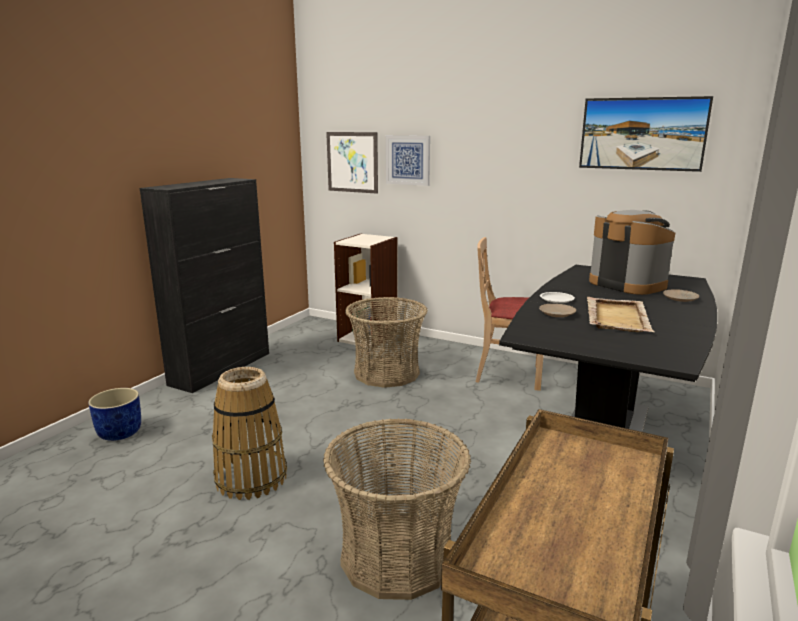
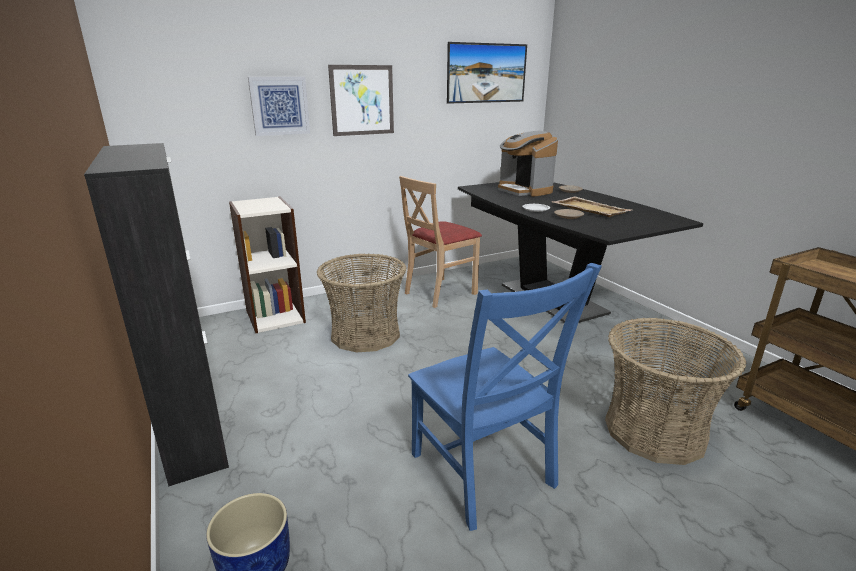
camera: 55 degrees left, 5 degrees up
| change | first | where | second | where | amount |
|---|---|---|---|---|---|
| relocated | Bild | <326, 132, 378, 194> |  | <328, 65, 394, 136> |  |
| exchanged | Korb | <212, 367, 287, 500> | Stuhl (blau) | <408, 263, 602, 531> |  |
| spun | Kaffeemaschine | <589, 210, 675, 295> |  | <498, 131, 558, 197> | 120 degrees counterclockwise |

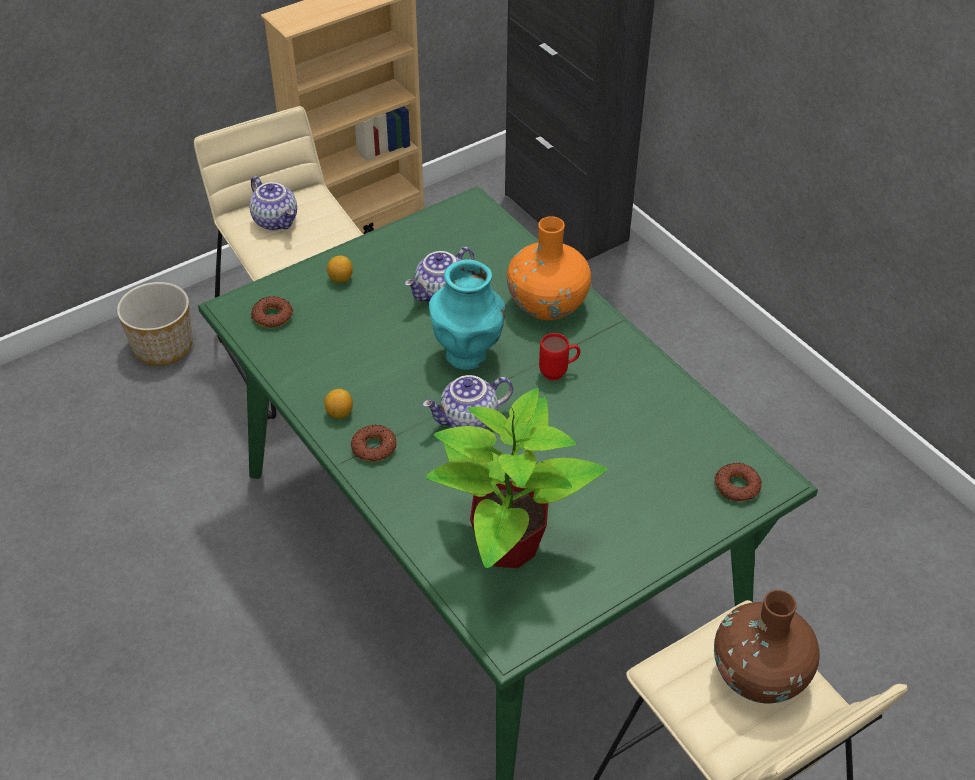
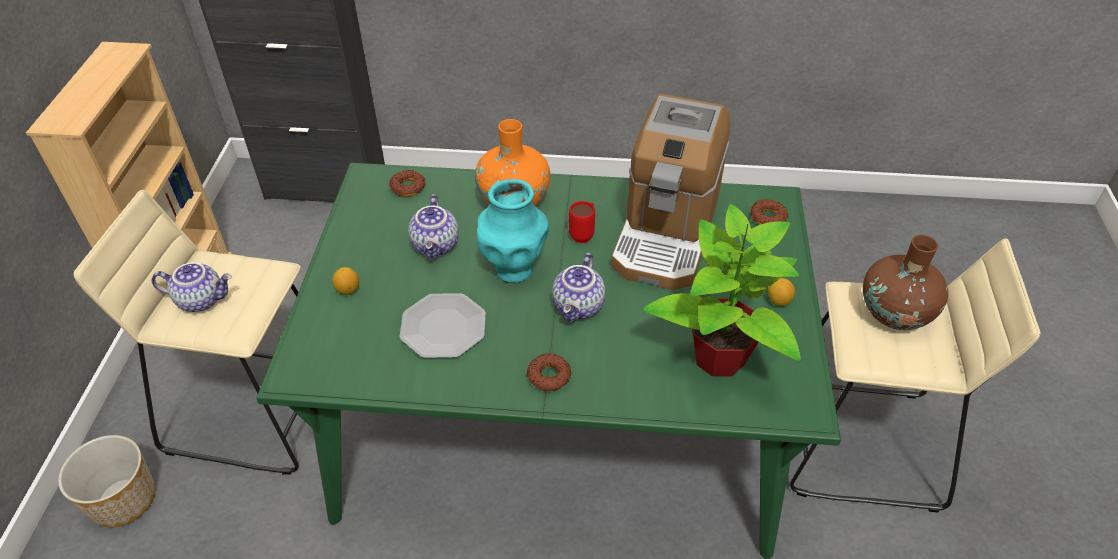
camera: 50 degrees left, 0 degrees up
| change | first | where | second | where | amount |
|---|---|---|---|---|---|
| relocated | Donut | <251, 296, 293, 328> |  | <389, 170, 425, 197> |  |
| appeared |  |  | Teller | <400, 293, 486, 358> |  |
| appeared |  |  | Kaffeemaschine | <611, 94, 730, 290> |  |
| relocated | Zitrone | <324, 389, 353, 419> |  | <768, 278, 795, 306> |  |

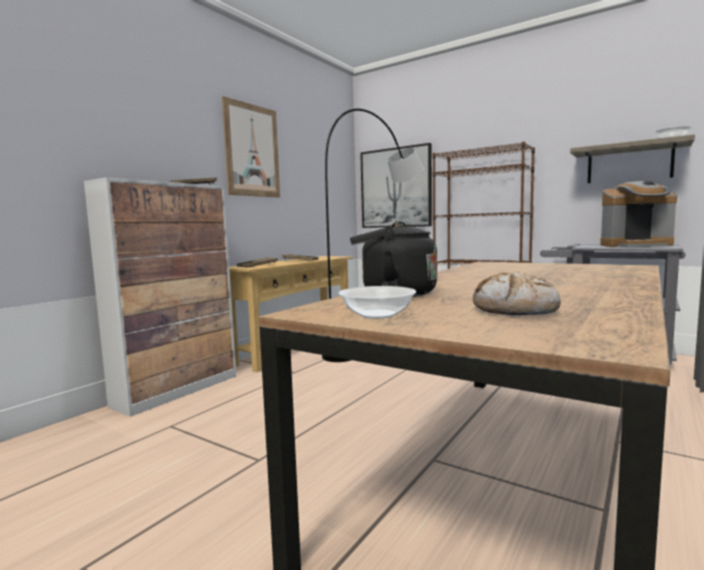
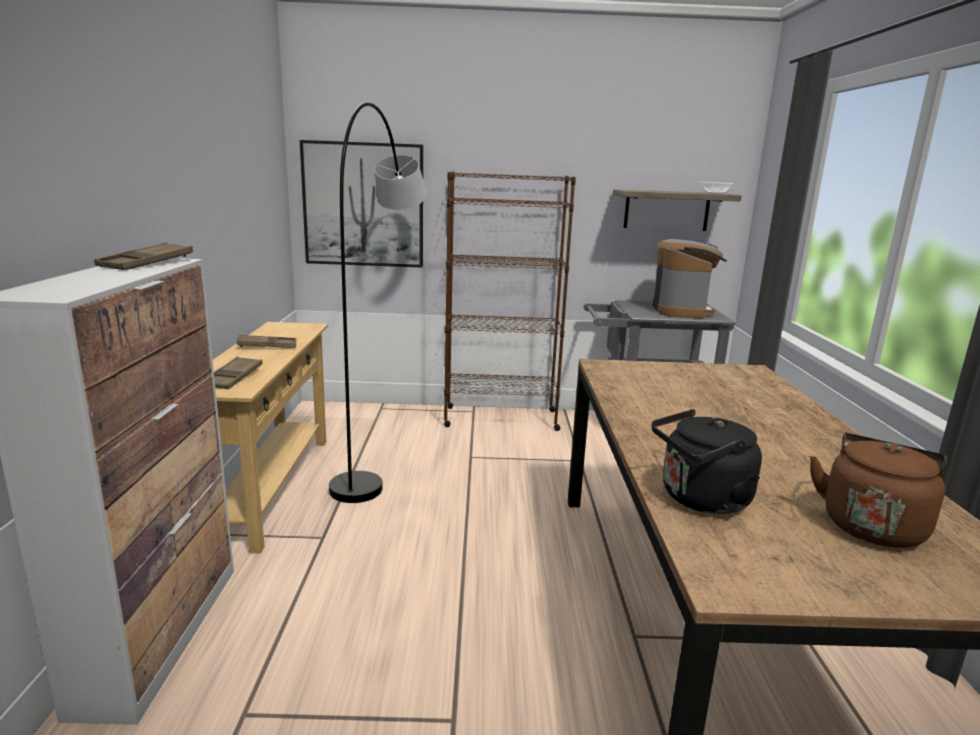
camera: 35 degrees left, 10 degrees up
| change | first | where | second | where | amount |
|---|---|---|---|---|---|
| spun | Kaffeemaschine | <600, 181, 677, 247> |  | <652, 239, 727, 318> | 60 degrees counterclockwise |
| exchanged | Brot | <473, 271, 561, 315> | Wasserkessel (braun) | <810, 433, 947, 548> |  |
| missing | Bild | <222, 96, 280, 198> |  |  |  |
| missing | Schüssel | <339, 286, 416, 319> |  |  |  |

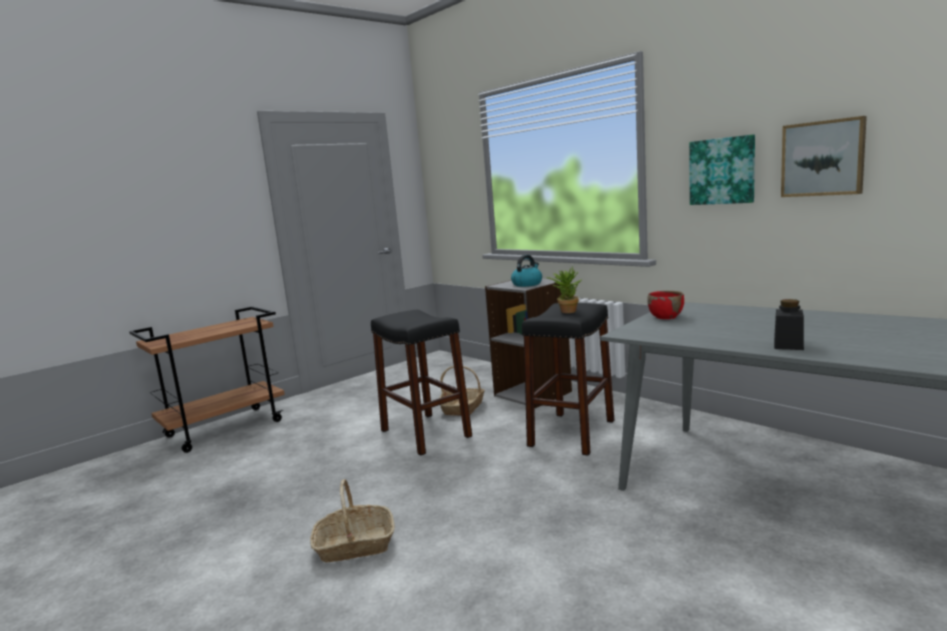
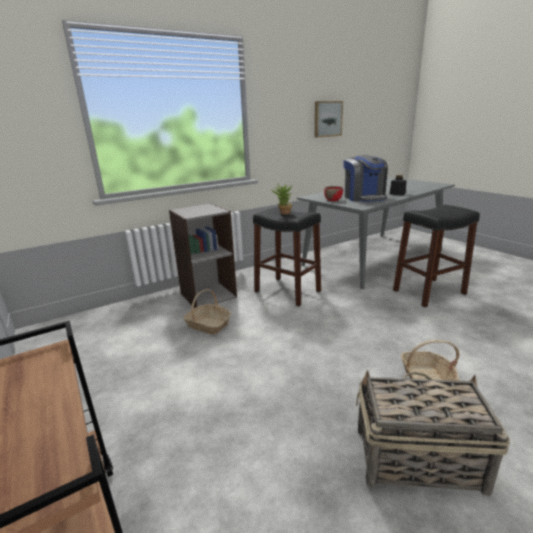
camera: 80 degrees left, 10 degrees up
| change | first | where | second | where | amount |
|---|---|---|---|---|---|
| appeared |  |  | Kaffeemaschine | <343, 155, 388, 202> |  |
| appeared |  |  | Korb | <356, 370, 510, 496> |  |
| relocated | Hocker (schwarz) | <371, 310, 472, 456> |  | <393, 205, 480, 307> |  |
| missing | Wasserkessel | <511, 255, 542, 287> |  |  |  |
| missing | Bild | <689, 135, 755, 205> |  |  |  |

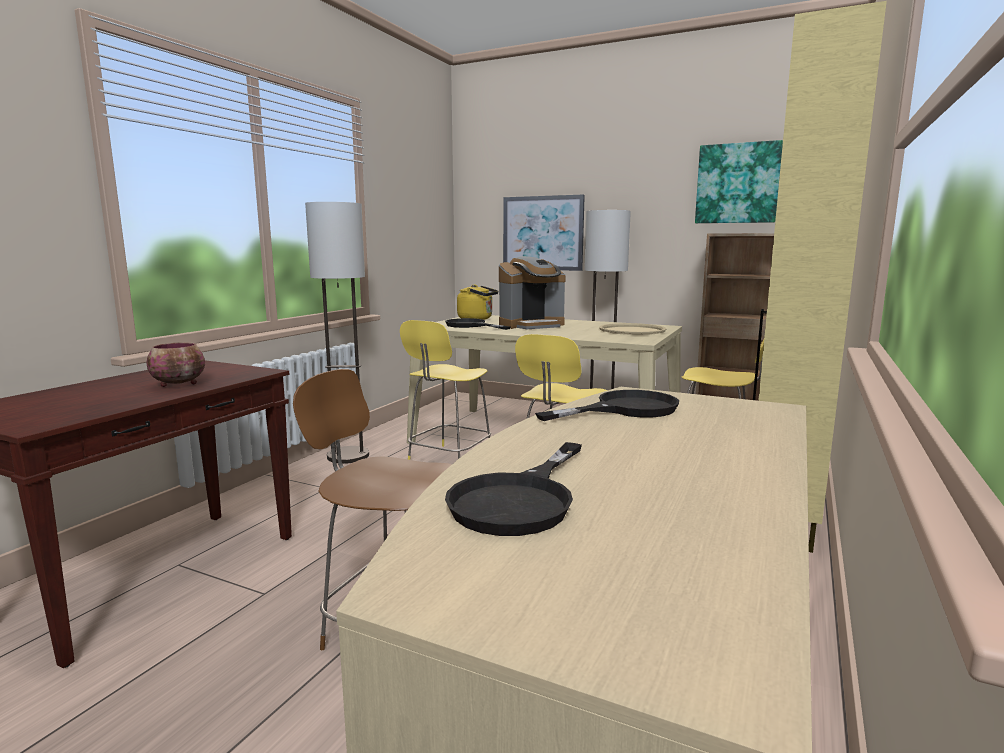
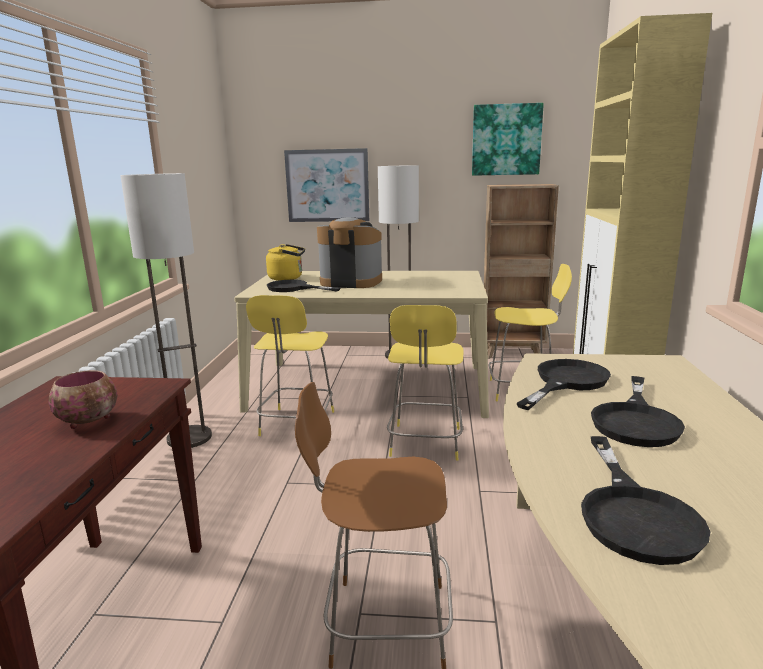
camera: 20 degrees left, 5 degrees up
| change | first | where | second | where | amount |
|---|---|---|---|---|---|
| spun | Kaffeemaschine | <499, 256, 566, 329> |  | <317, 217, 382, 288> | 120 degrees counterclockwise |
| appeared |  |  | Pfanne (schwarz) | <591, 376, 685, 447> |  |
| missing | Tablett (beige) | <599, 323, 666, 335> |  |  |  |

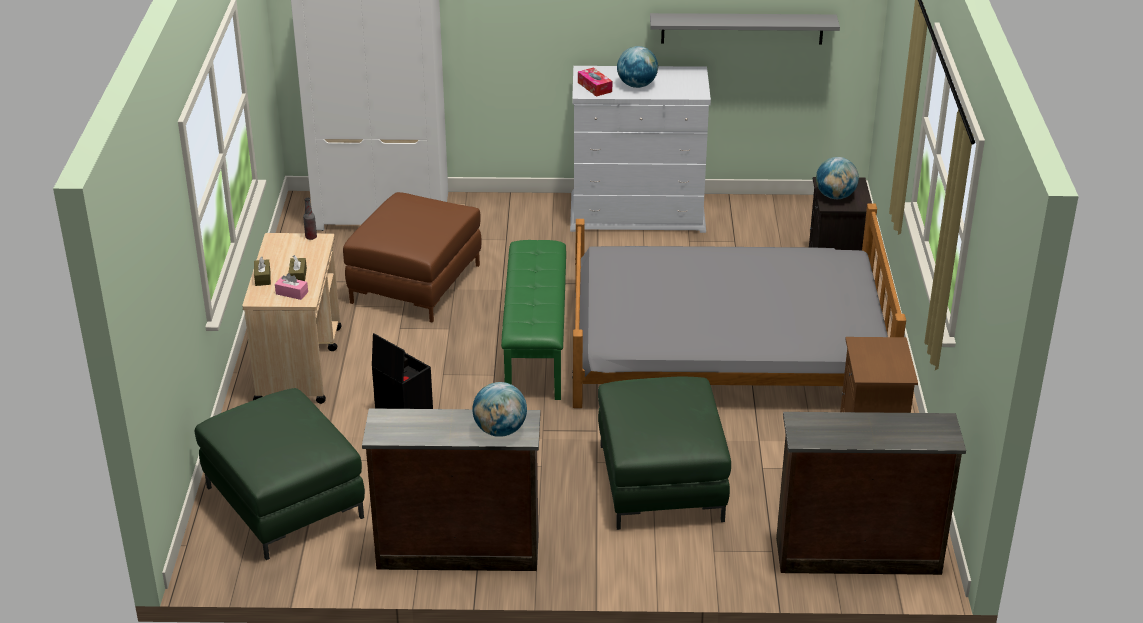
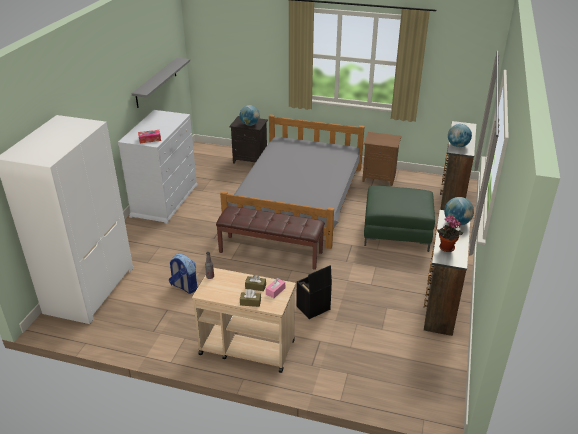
camera: 75 degrees left, 0 degrees up
| change | first | where | second | where | amount |
|---|---|---|---|---|---|
| exchanged | Polsterhocker (braun) | <343, 192, 482, 323> | Rucksack | <169, 254, 198, 294> |  |
| colour | Bank (grün) | <501, 240, 566, 400> | Bank (braun) | <216, 206, 325, 270> |  |
| appeared |  |  | Topfpflanze | <437, 216, 463, 252> |  |
| relocated | Globus | <617, 46, 658, 88> |  | <448, 124, 472, 147> |  |
| missing | Polsterhocker (grün) | <195, 388, 365, 560> |  |  |  |

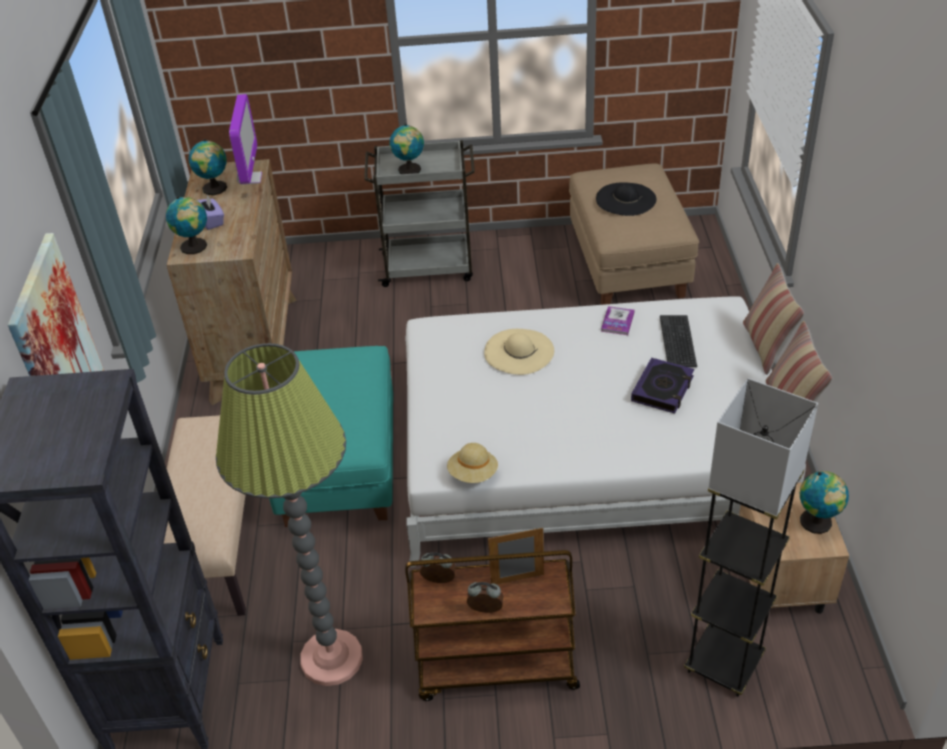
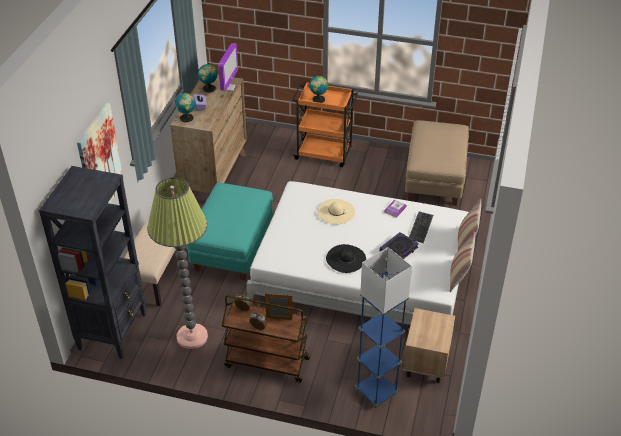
camera: 15 degrees right, 0 degrees up
| change | first | where | second | where | amount |
|---|---|---|---|---|---|
| colour | Rollwagen (grau) | <364, 140, 475, 287> | Rollwagen (orange) | <292, 82, 358, 167> |  |
| relocated | Hut (schwarz) | <596, 182, 657, 216> |  | <326, 244, 366, 273> |  |
| colour | Stehlampe (grau) | <684, 378, 818, 697> | Stehlampe (blau) | <355, 247, 412, 408> |  |
| missing | Hut (beige) | <447, 443, 498, 483> |  |  |  |
| missing | Globus | <800, 471, 849, 534> |  |  |  |

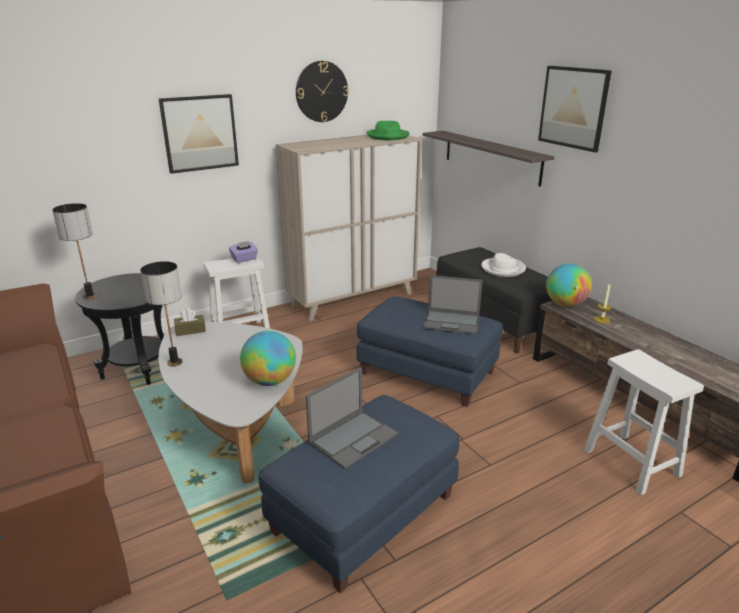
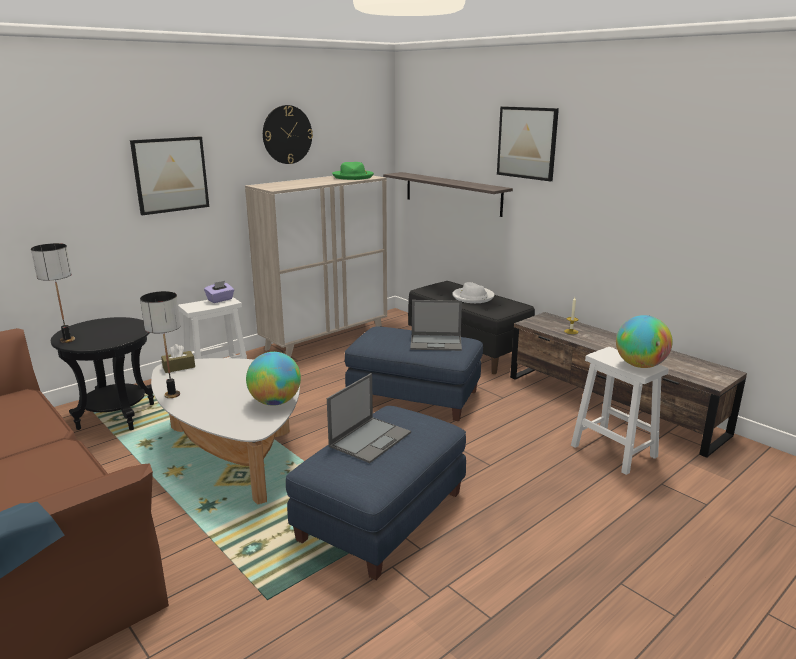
camera: 10 degrees left, 5 degrees down
| change | first | where | second | where | amount |
|---|---|---|---|---|---|
| relocated | Globus | <546, 263, 592, 307> |  | <616, 315, 673, 368> |  |

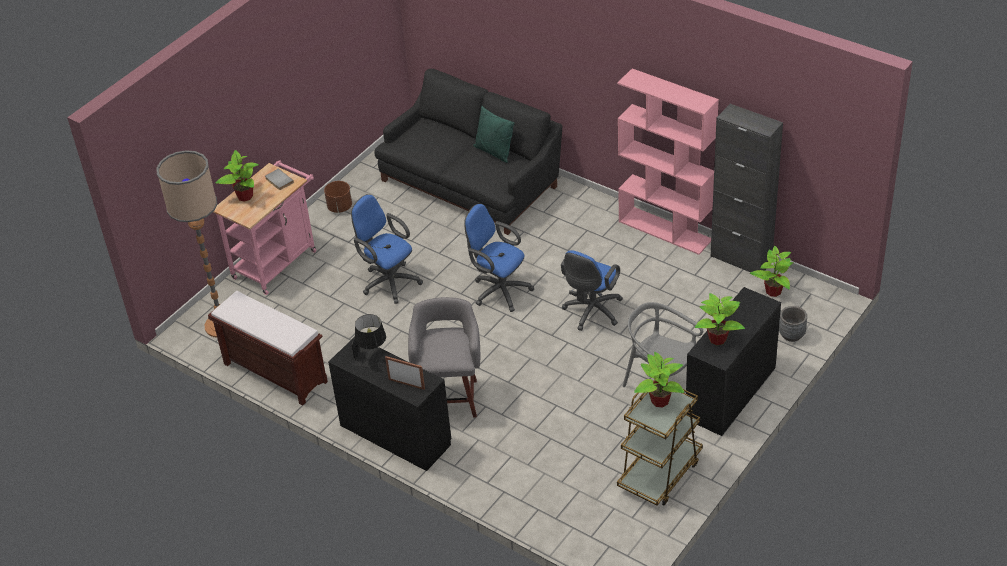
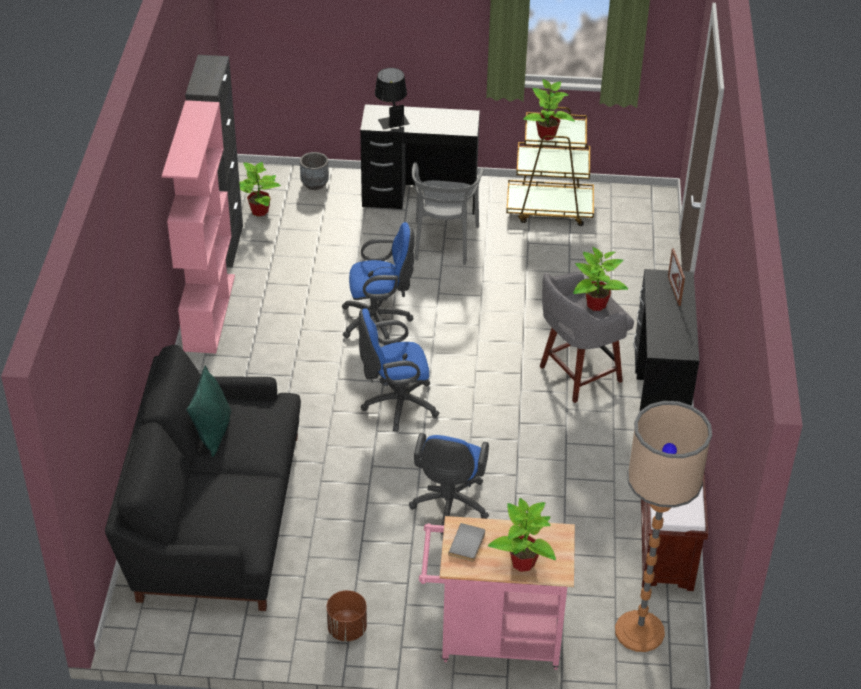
camera: 125 degrees left, 0 degrees up
| change | first | where | second | where | amount |
|---|---|---|---|---|---|
| spun | Bürostuhl (blau) | <464, 204, 534, 312> |  | <358, 309, 439, 432> | 75 degrees clockwise |
| relocated | Tischlampe (schwarz) | <352, 314, 386, 368> |  | <375, 68, 410, 129> |  |
| relocated | Topfpflanze | <695, 293, 745, 345> |  | <573, 247, 628, 311> |  |

